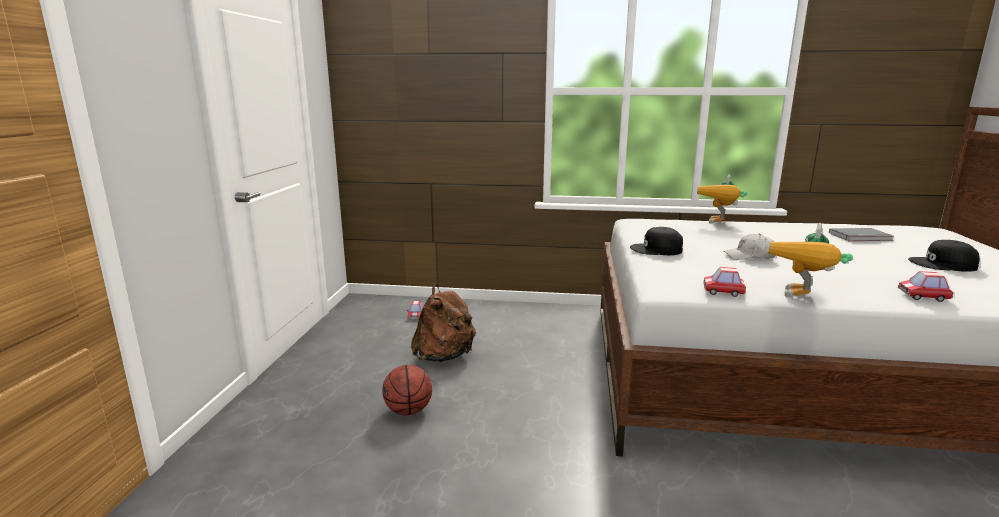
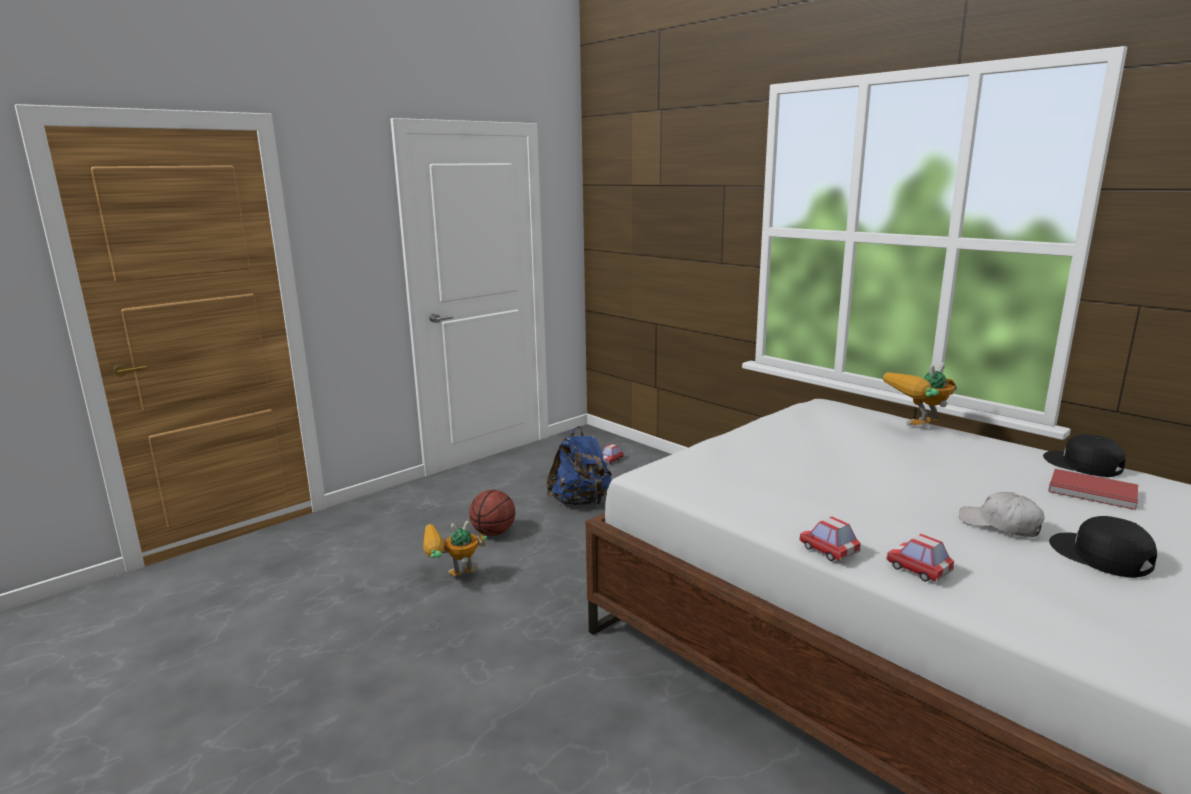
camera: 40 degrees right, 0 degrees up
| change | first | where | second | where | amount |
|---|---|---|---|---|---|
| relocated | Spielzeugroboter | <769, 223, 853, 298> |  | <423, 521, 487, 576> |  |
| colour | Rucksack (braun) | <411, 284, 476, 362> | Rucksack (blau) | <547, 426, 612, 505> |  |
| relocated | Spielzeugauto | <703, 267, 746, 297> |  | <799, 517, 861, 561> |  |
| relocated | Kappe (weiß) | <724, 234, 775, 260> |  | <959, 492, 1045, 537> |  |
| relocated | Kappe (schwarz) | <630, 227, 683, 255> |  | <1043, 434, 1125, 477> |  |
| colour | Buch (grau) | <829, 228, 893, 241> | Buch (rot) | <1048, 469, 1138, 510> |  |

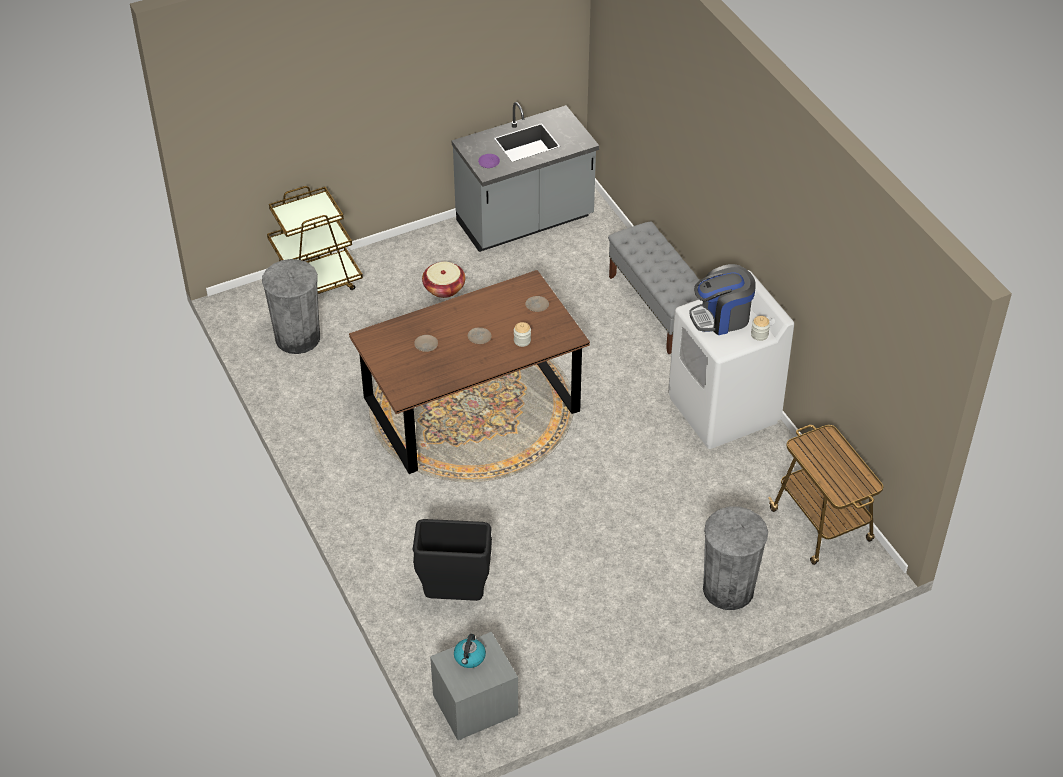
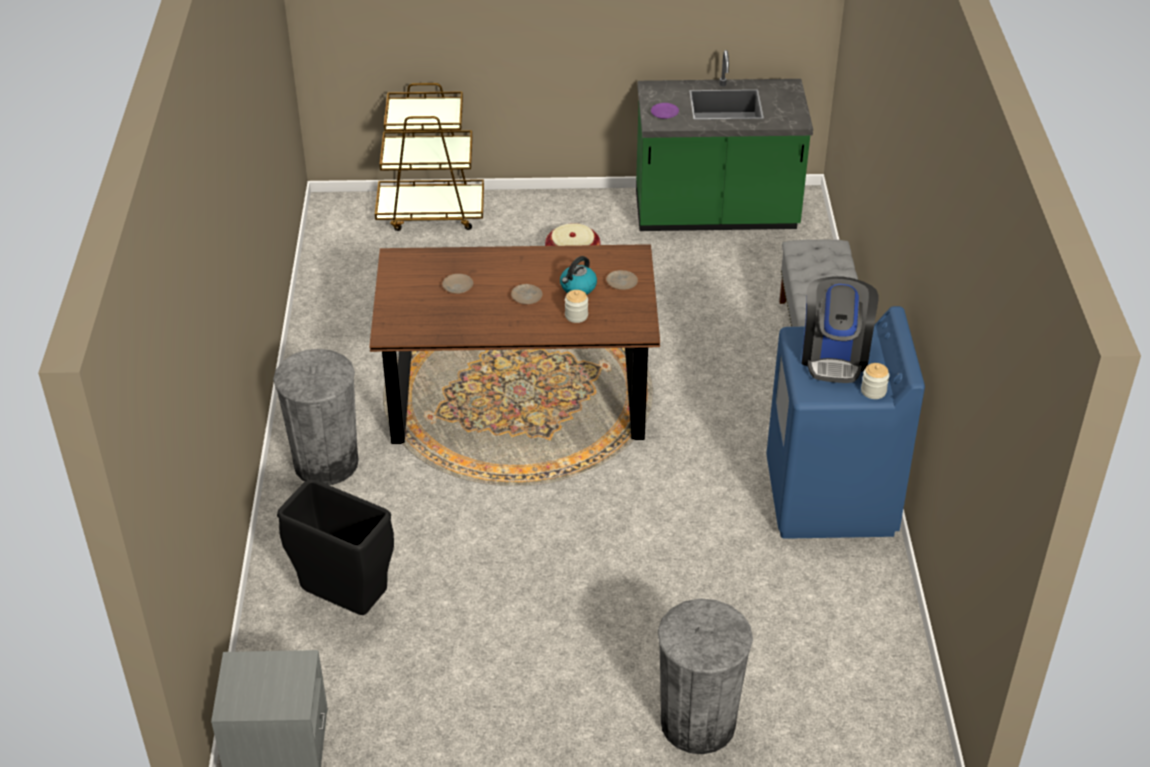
camera: 25 degrees right, 5 degrees down
| change | first | where | second | where | amount |
|---|---|---|---|---|---|
| relocated | Mülleimer (grau) | <262, 259, 320, 354> |  | <273, 349, 359, 485> |  |
| relocated | Wasserkessel | <454, 634, 486, 668> |  | <560, 256, 597, 295> |  |
| colour | Küchenzeile (grau) | <452, 102, 599, 252> | Küchenzeile (grün) | <636, 50, 813, 231> |  |
| colour | Waschmaschine (weiß) | <668, 270, 794, 449> | Waschmaschine (blau) | <766, 306, 925, 539> |  |
| spun | Kaffeemaschine | <689, 264, 756, 335> |  | <802, 276, 879, 383> | 90 degrees counterclockwise |
| missing | Rollwagen | <768, 425, 883, 565> |  |  |  |

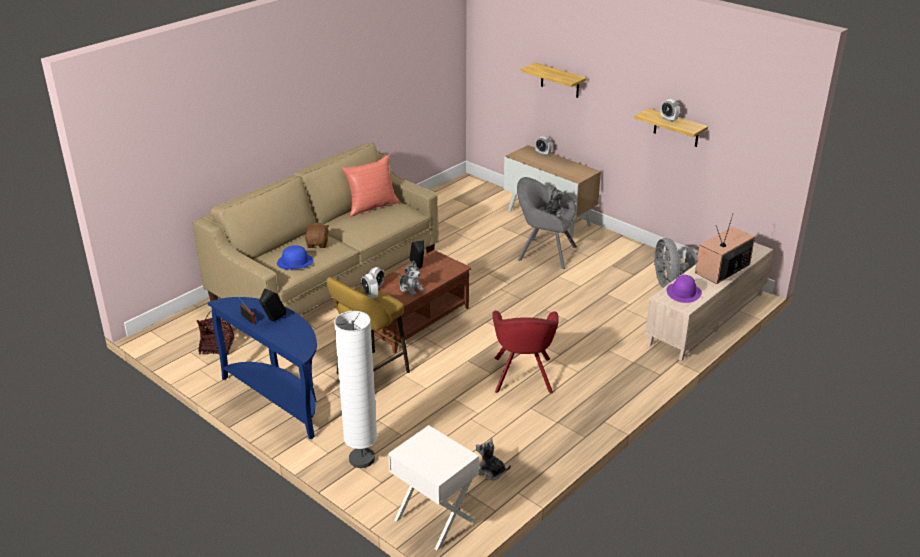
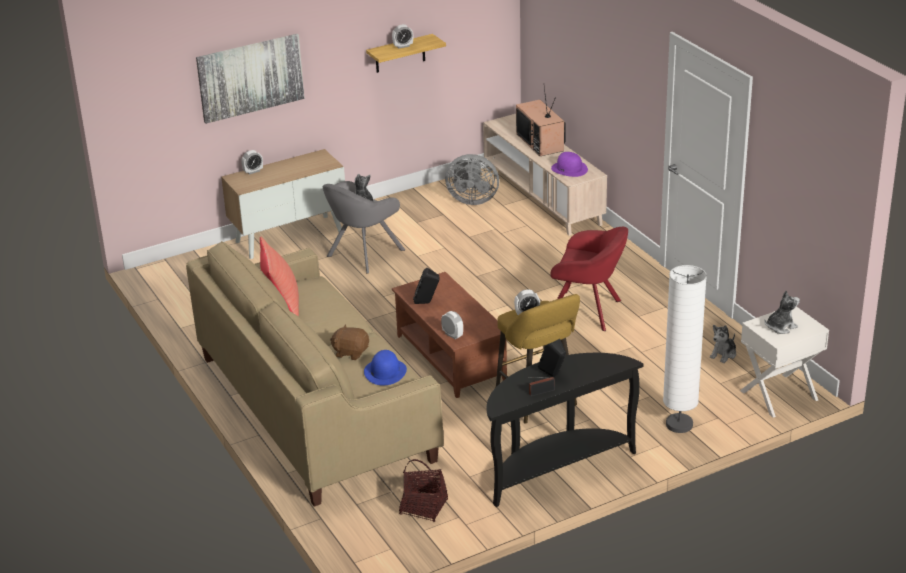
camera: 70 degrees left, 0 degrees up
| change | first | where | second | where | amount |
|---|---|---|---|---|---|
| exchanged | Wandregal | <521, 63, 587, 98> | Bild | <196, 34, 304, 124> |  |
| colour | Konsolentisch (blau) | <208, 297, 317, 440> | Konsolentisch (schwarz) | <487, 353, 644, 507> |  |
| relocated | Plüschtier | <399, 261, 424, 296> |  | <764, 291, 800, 334> |  |

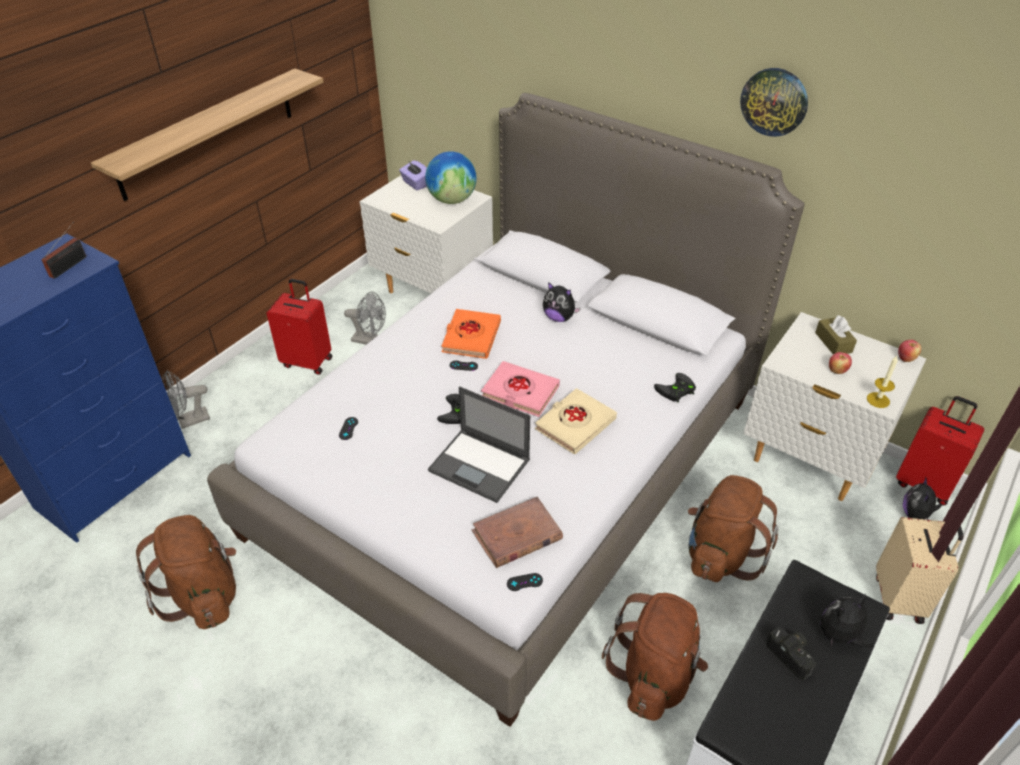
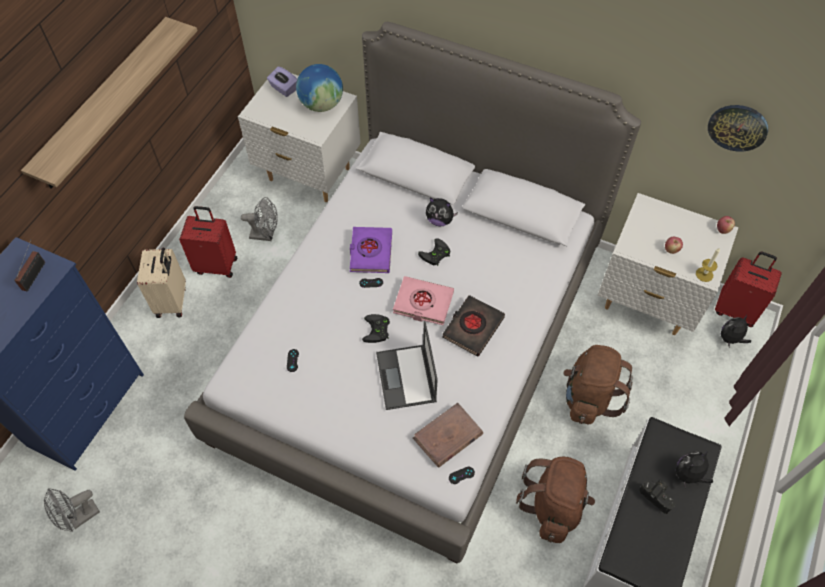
camera: 10 degrees left, 15 degrees up
| change | first | where | second | where | amount |
|---|---|---|---|---|---|
| relocated | Ventilator (grau) | <161, 371, 210, 429> |  | <44, 488, 100, 532> |  |
| relocated | Koffer (beige) | <876, 517, 963, 624> |  | <137, 247, 186, 318> |  |
| colour | Buch (orange) | <441, 309, 501, 359> | Buch (lila) | <350, 227, 392, 273> |  |
| spun | Laptop | <428, 386, 530, 503> |  | <376, 321, 438, 410> | 60 degrees clockwise |
| relocated | Gamepad (schwarz) | <654, 373, 696, 402> |  | <418, 238, 451, 266> |  |
| colour | Buch (beige) | <535, 388, 617, 455> | Buch (schwarz) | <442, 295, 505, 357> |  |
| relocated | Wanduhr | <740, 68, 808, 137> |  | <708, 105, 768, 152> |  |
| spun | Plüschtier | <903, 477, 942, 520> |  | <721, 315, 751, 347> | 45 degrees clockwise |
| missing | Rucksack (braun) | <136, 515, 236, 629> |  |  |  |
| missing | Taschentuchbox (braun) | <815, 315, 857, 354> |  |  |  |

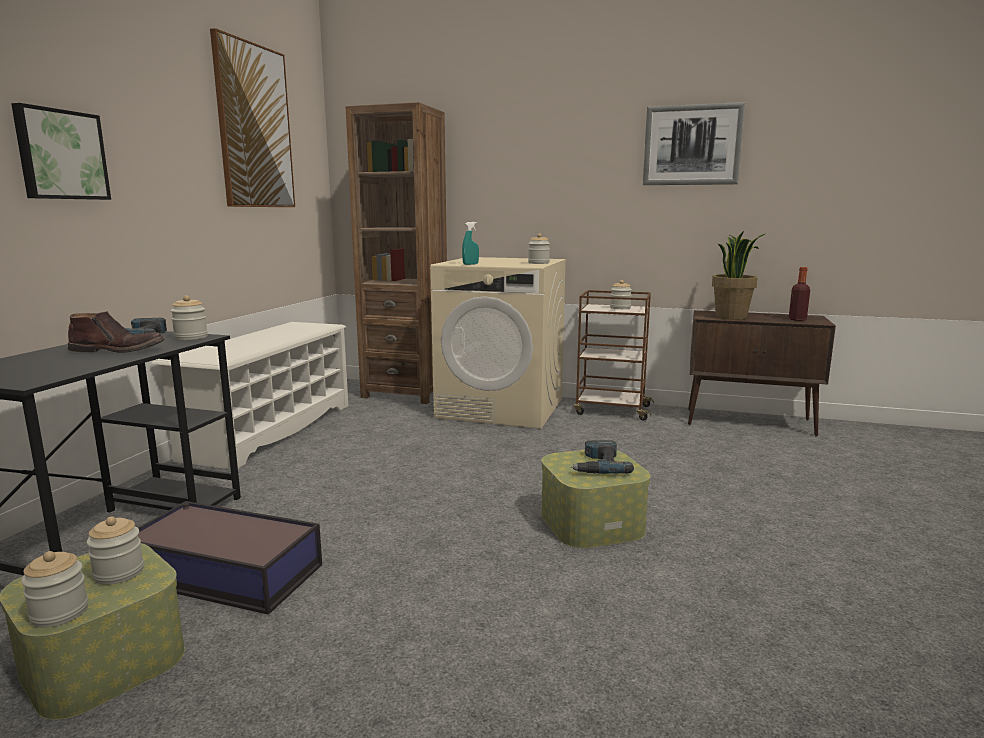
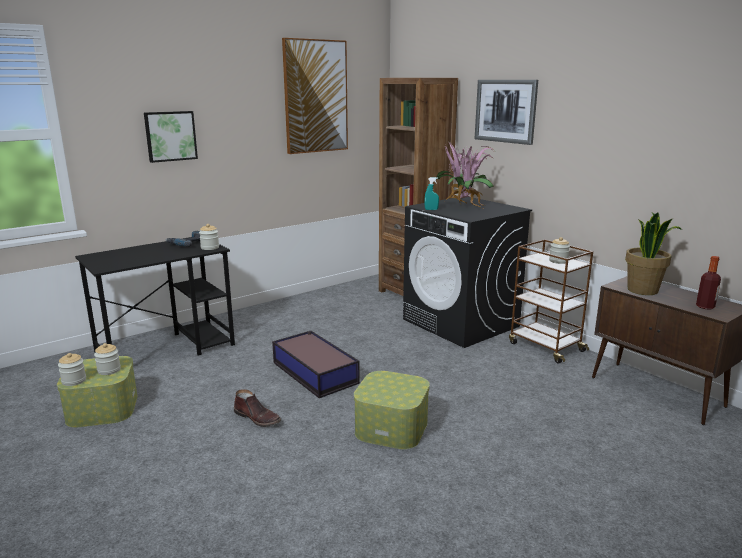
camera: 35 degrees right, 5 degrees up
| change | first | where | second | where | amount |
|---|---|---|---|---|---|
| relocated | Stiefel (braun) | <68, 311, 165, 353> |  | <234, 389, 281, 427> |  |
| relocated | Aufbewahrungsbox | <138, 501, 322, 615> |  | <272, 331, 360, 398> |  |
| colour | Waschmaschine (beige) | <430, 257, 566, 429> | Waschmaschine (schwarz) | <403, 197, 532, 348> |  |
| appeared |  |  | Topfpflanze | <436, 143, 494, 208> |  |
| relocated | Bild | <643, 102, 745, 185> |  | <475, 80, 538, 145> |  |
| missing | Schuhregal (weiß) | <152, 322, 348, 471> |  |  |  |
| missing | Vorratsglas | <528, 233, 550, 264> |  |  |  |
| missing | Bohrmaschine | <571, 440, 634, 474> |  |  |  |

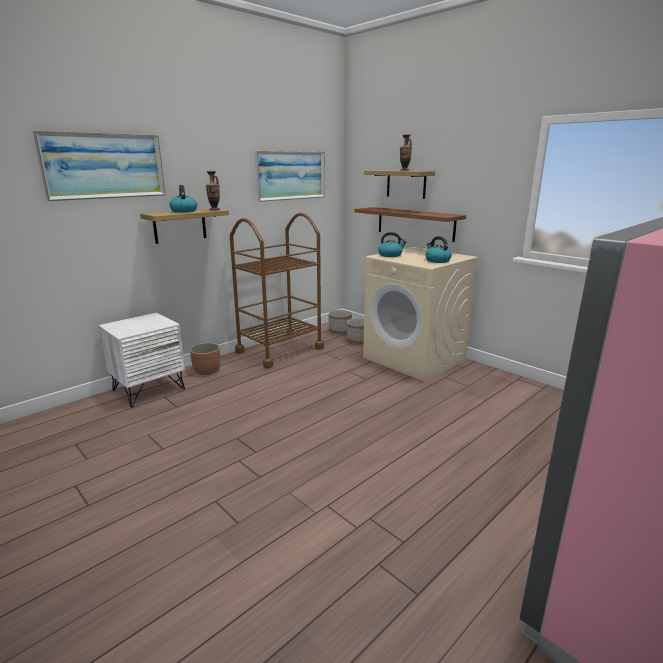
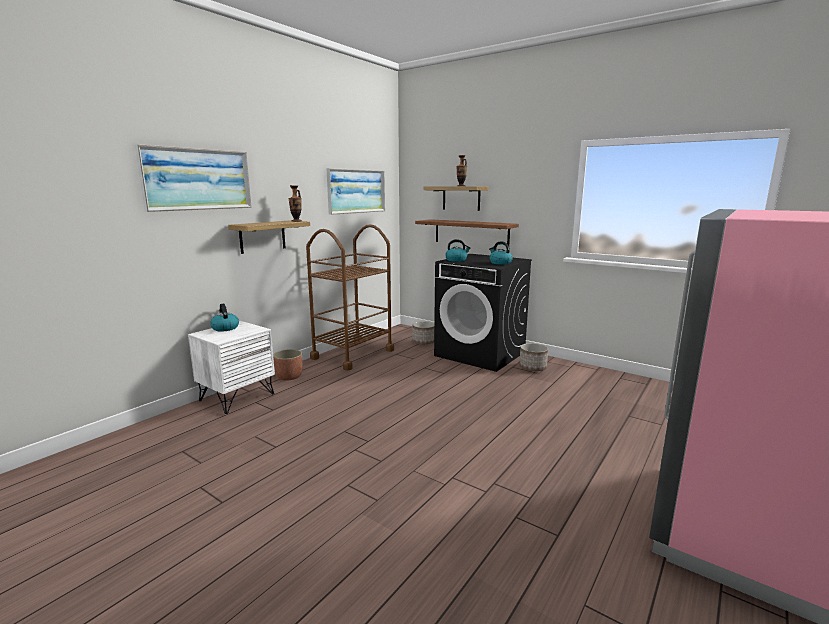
camera: 10 degrees left, 5 degrees down
| change | first | where | second | where | amount |
|---|---|---|---|---|---|
| relocated | Wasserkessel | <169, 185, 197, 213> |  | <210, 303, 239, 331> |  |
| colour | Waschmaschine (beige) | <363, 247, 479, 382> | Waschmaschine (schwarz) | <434, 254, 532, 372> |  |
| relocated | Pflanzkübel | <329, 310, 352, 334> |  | <519, 343, 548, 371> |  |

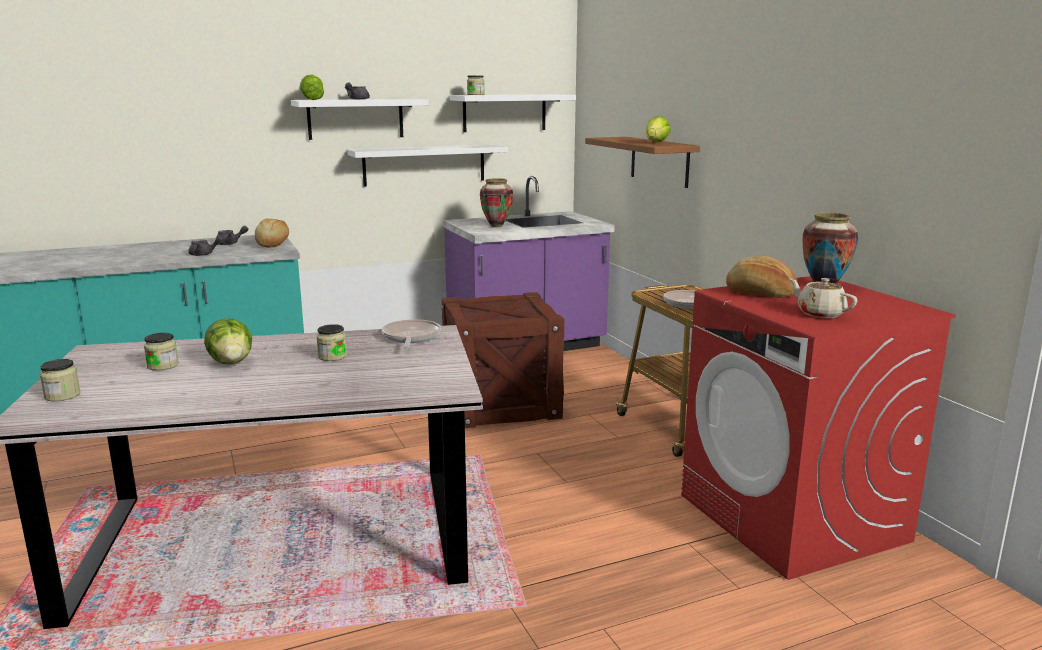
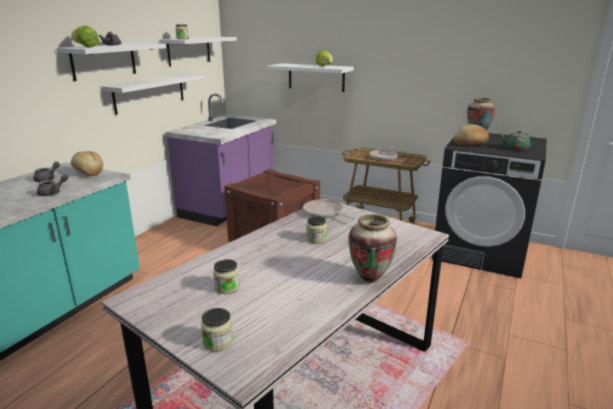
camera: 40 degrees left, 5 degrees up
| change | first | where | second | where | amount |
|---|---|---|---|---|---|
| colour | Wandregal (braun) | <585, 137, 700, 188> | Wandregal (weiß) | <267, 63, 354, 92> |  |
| relocated | Vase | <480, 178, 513, 227> |  | <348, 214, 397, 283> |  |
| colour | Waschmaschine (rot) | <681, 276, 956, 580> | Waschmaschine (schwarz) | <432, 133, 547, 278> |  |
| colour | Teekanne (beige) | <789, 278, 857, 318> | Teekanne (grün) | <499, 131, 538, 151> |  |
| missing | Salatkopf | <204, 318, 252, 364> |  |  |  |

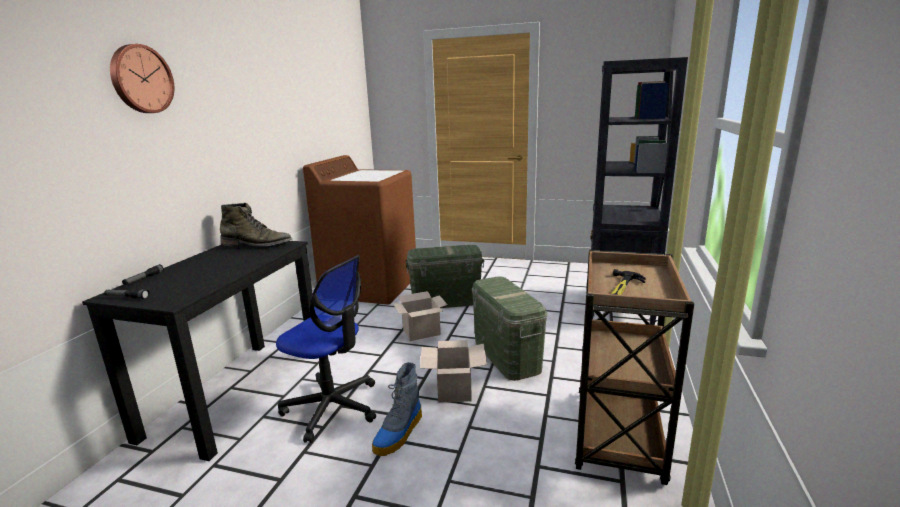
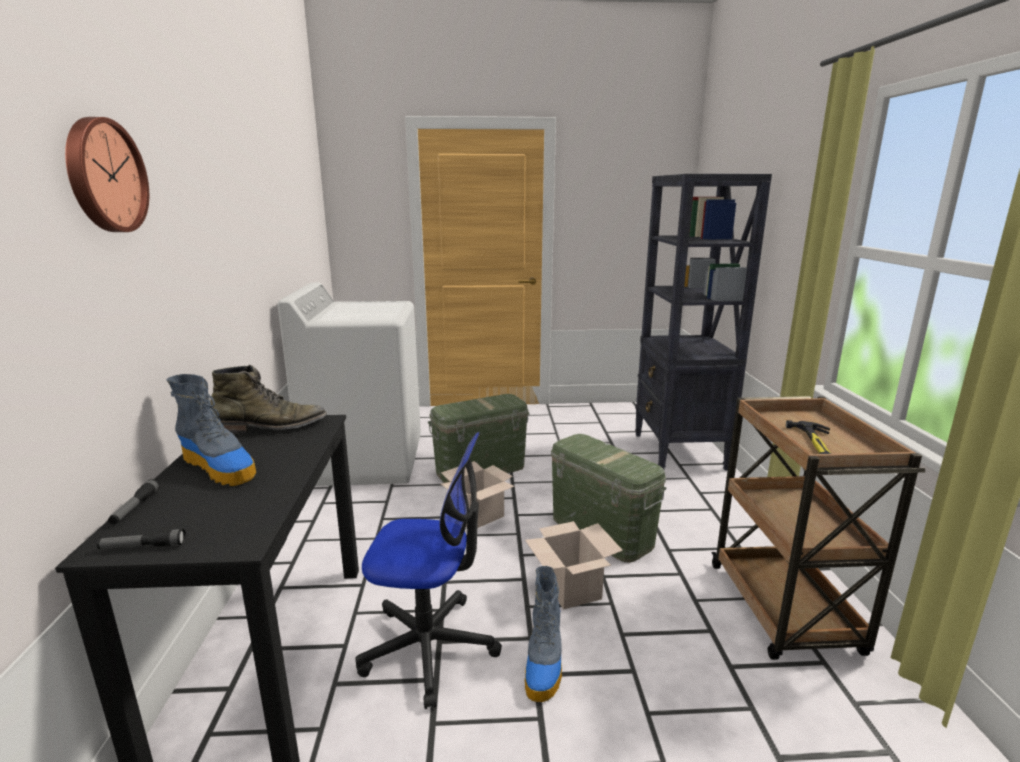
camera: 20 degrees left, 0 degrees up
| change | first | where | second | where | amount |
|---|---|---|---|---|---|
| appeared |  |  | Stiefel | <166, 374, 256, 486> |  |
| colour | Waschmaschine (braun) | <303, 155, 416, 304> | Waschmaschine (weiß) | <278, 282, 421, 486> |  |

